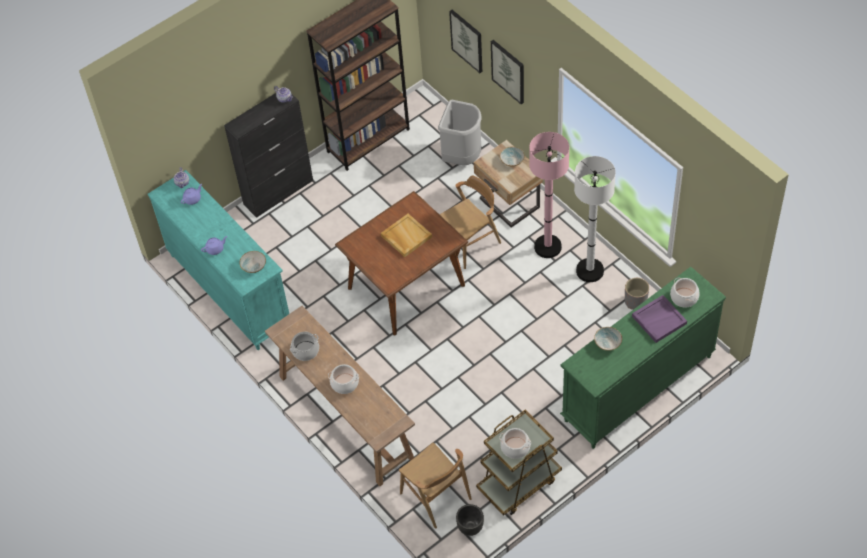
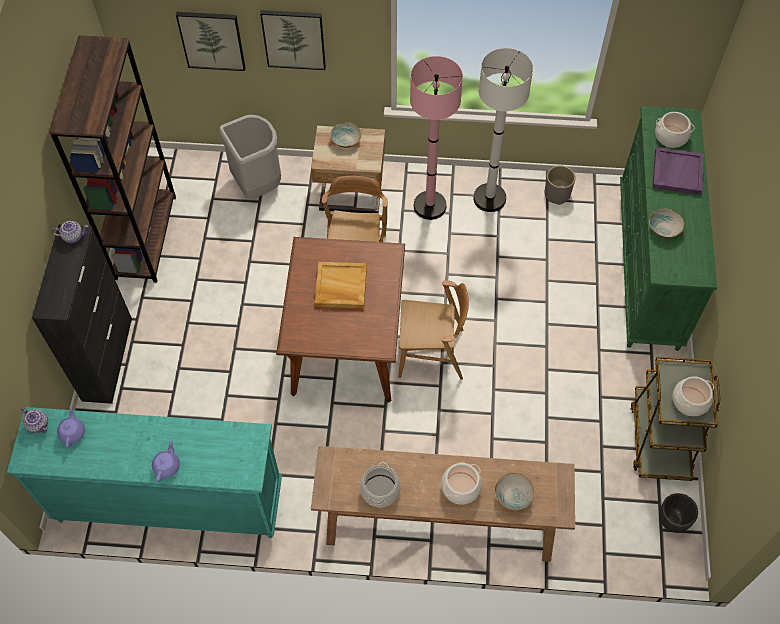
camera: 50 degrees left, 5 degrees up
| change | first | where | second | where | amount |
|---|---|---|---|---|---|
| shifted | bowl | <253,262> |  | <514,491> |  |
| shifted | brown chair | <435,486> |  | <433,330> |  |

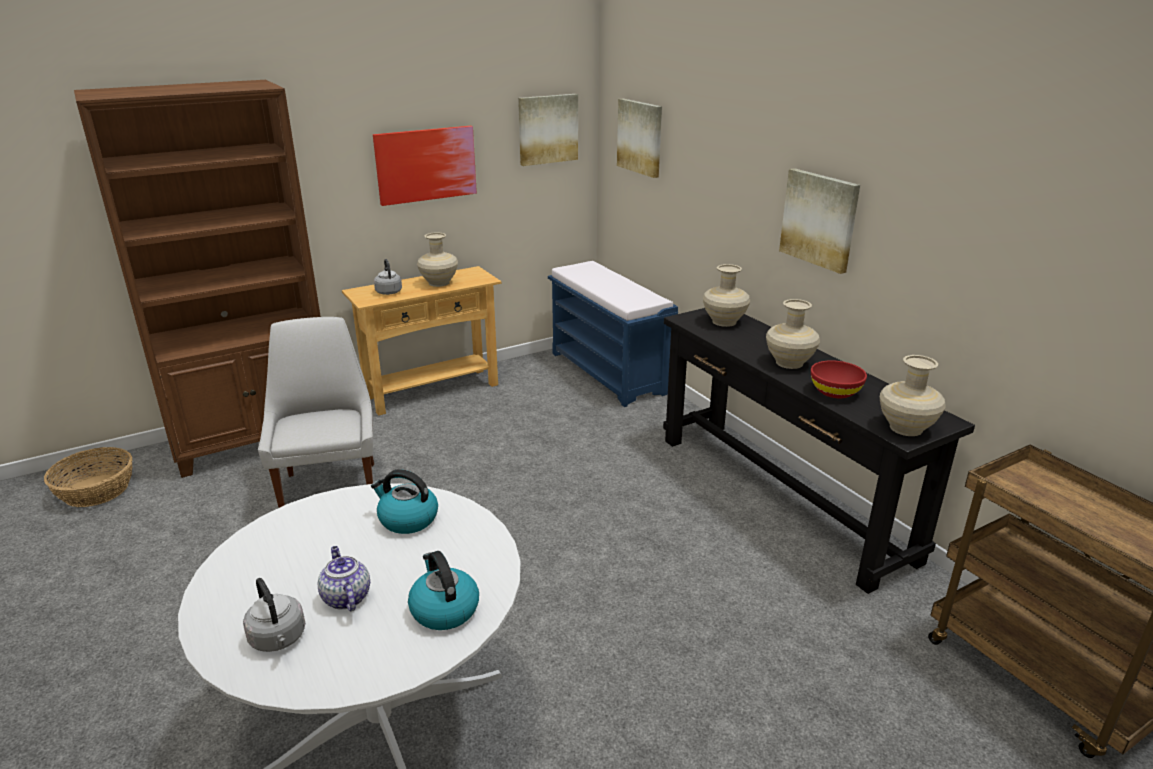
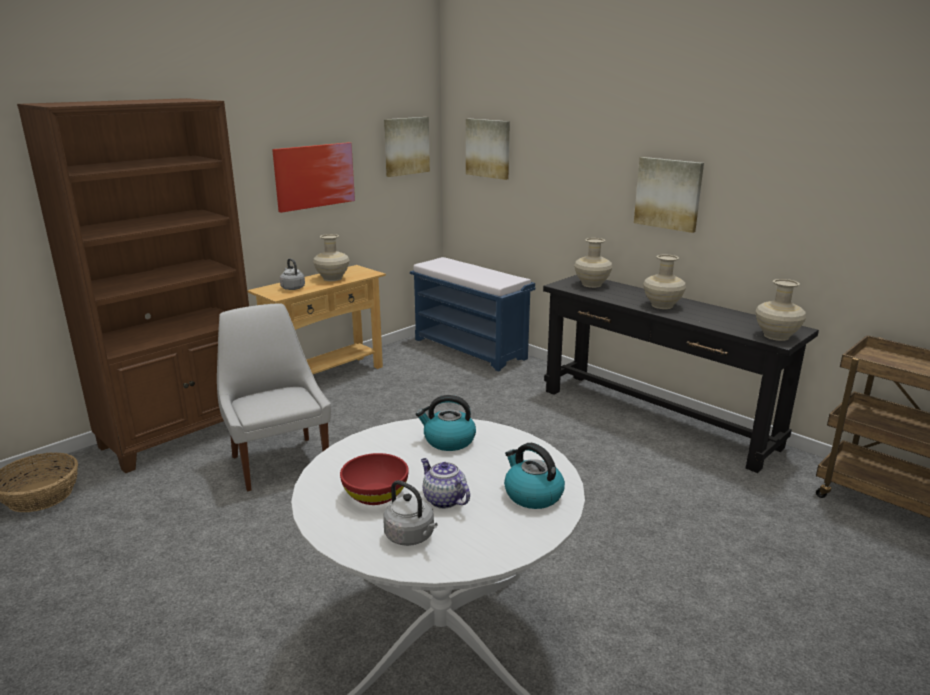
camera: 15 degrees left, 5 degrees down
| change | first | where | second | where | amount |
|---|---|---|---|---|---|
| shifted | red bowl | <839,379> |  | <374,479> |  |

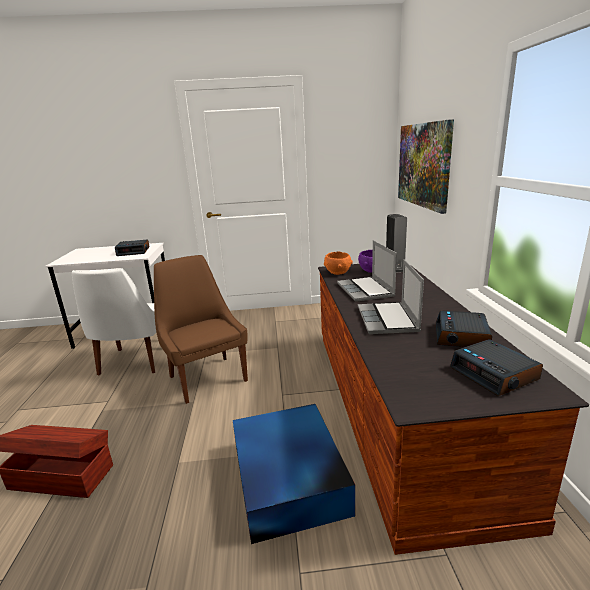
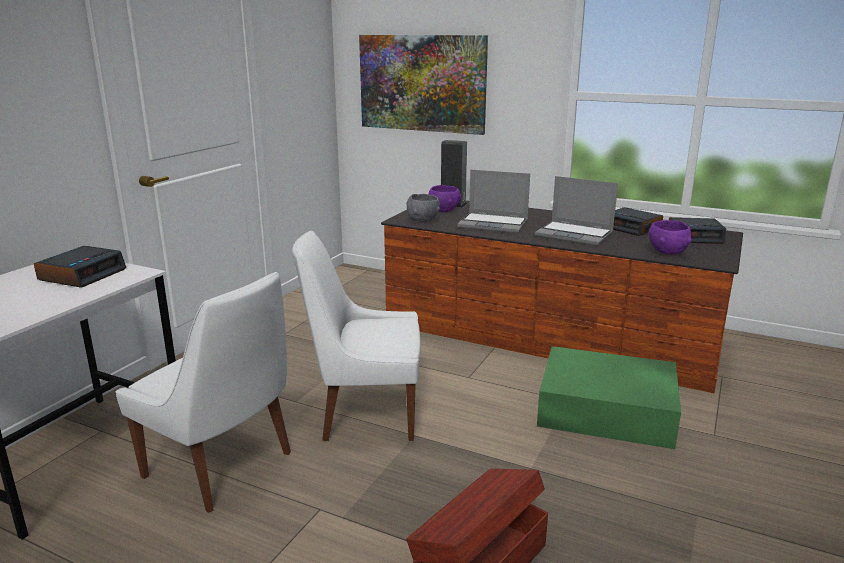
camera: 60 degrees left, 0 degrees up
| change | first | where | second | where | amount |
|---|---|---|---|---|---|
| repainted | orange bowl | <338,263> | grey bowl | <423,208> |  |
| repainted | brown chair | <201,329> | white chair | <356,336> |  |
| repainted | blue storage box | <294,474> | green storage box | <609,397> |  |
| new |  |  | purple bowl | <670,237> |  |

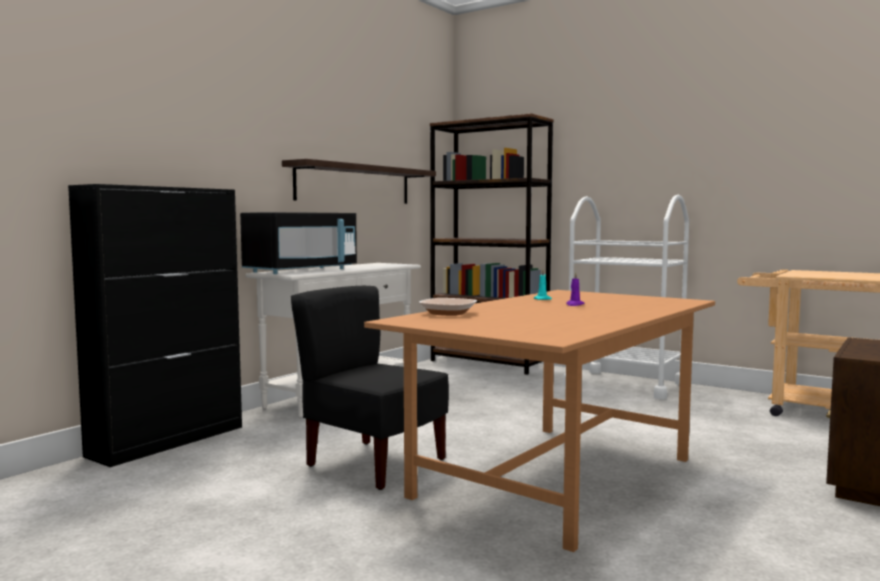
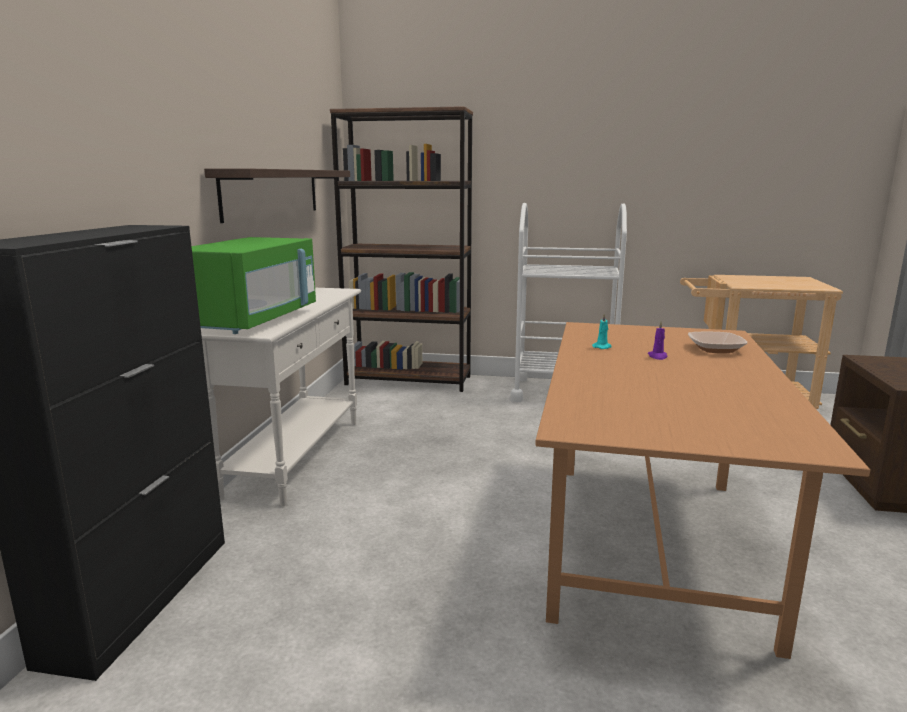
camera: 25 degrees left, 10 degrees up
| change | first | where | second | where | amount |
|---|---|---|---|---|---|
| repainted | black microwave | <298,243> | green microwave | <253,285> |  |
| gone | black chair | <370,388> |  |  |  |
| shifted | bowl | <448,307> |  | <717,342> |  |

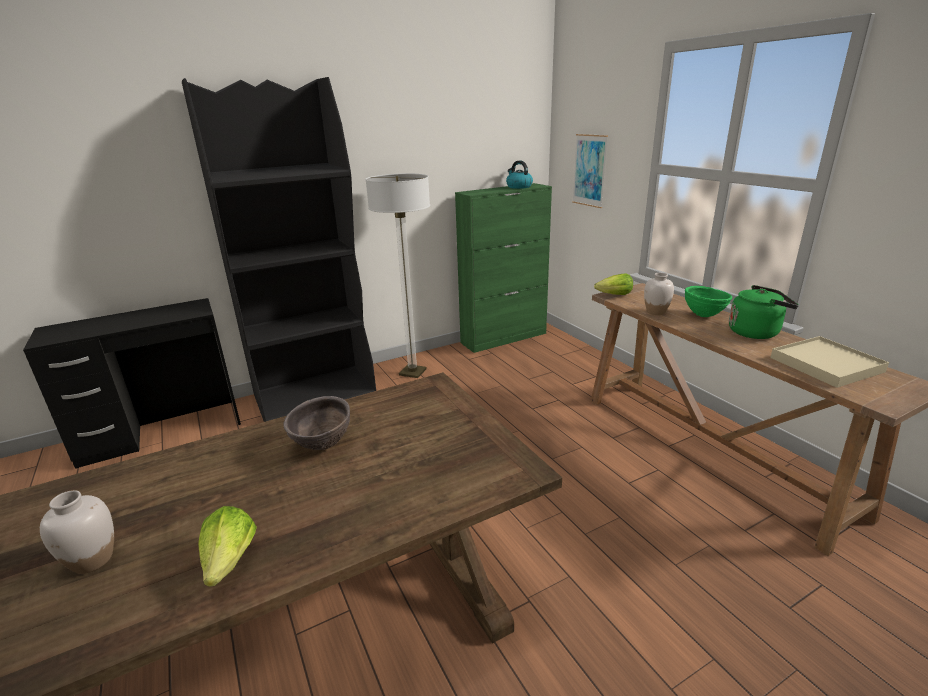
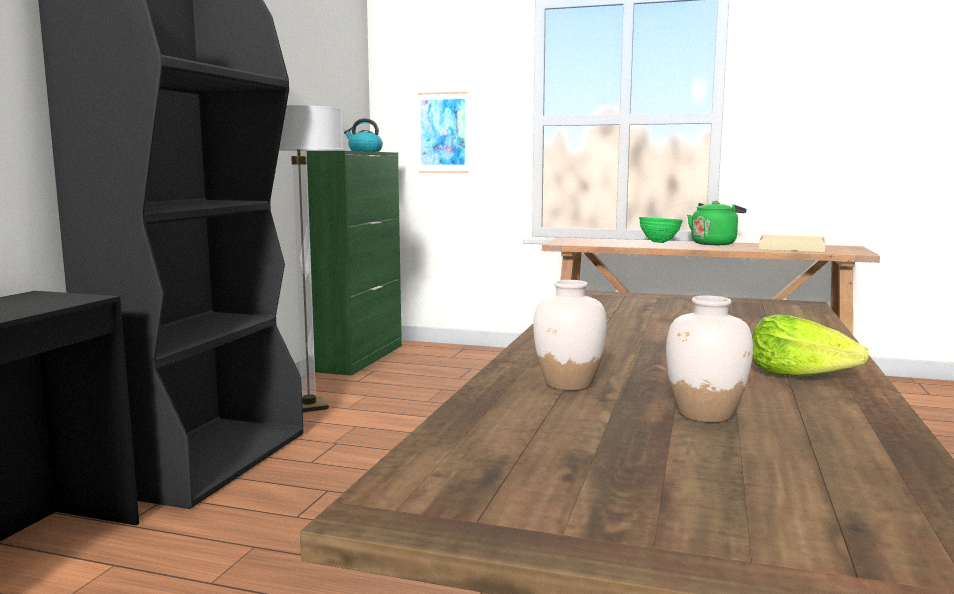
camera: 45 degrees left, 15 degrees down
| change | first | where | second | where | amount |
|---|---|---|---|---|---|
| gone | lettuce | <613,284> |  |  |  |
| shifted | white vase | <659,294> |  | <570,335> |  |
| gone | brown bowl | <316,423> |  |  |  |

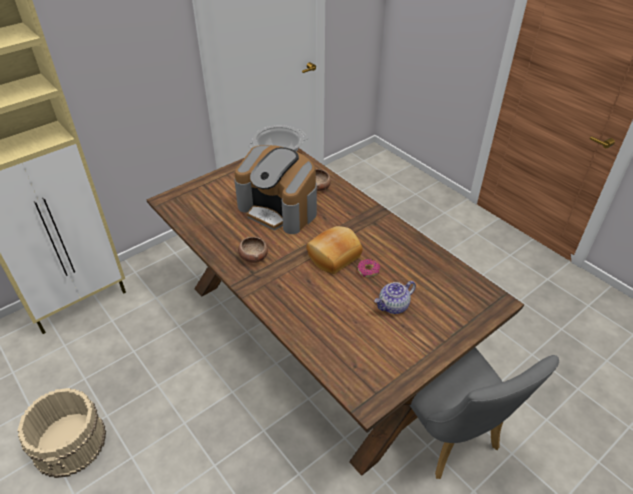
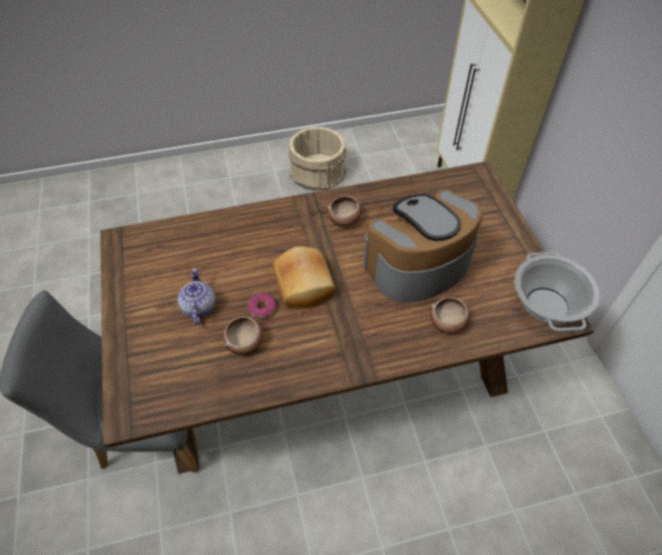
camera: 115 degrees right, 10 degrees up
| change | first | where | second | where | amount |
|---|---|---|---|---|---|
| new |  |  | bowl | <243,335> |  |

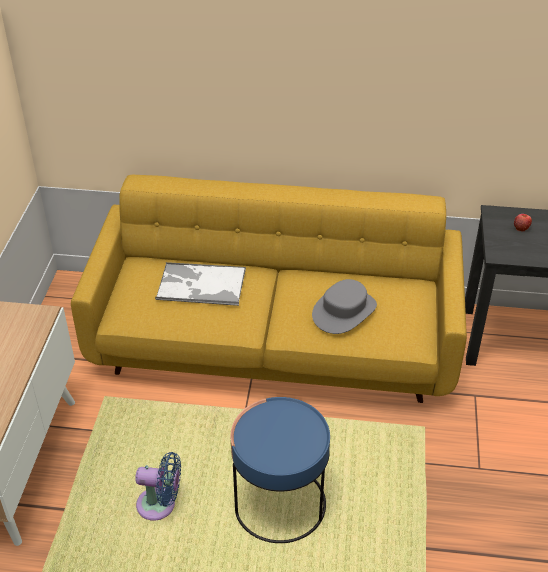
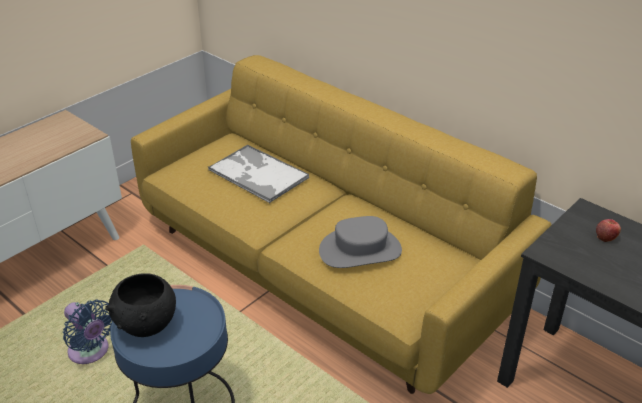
camera: 35 degrees right, 5 degrees down
| change | first | where | second | where | amount |
|---|---|---|---|---|---|
| new |  |  | black bowl | <140,305> |  |

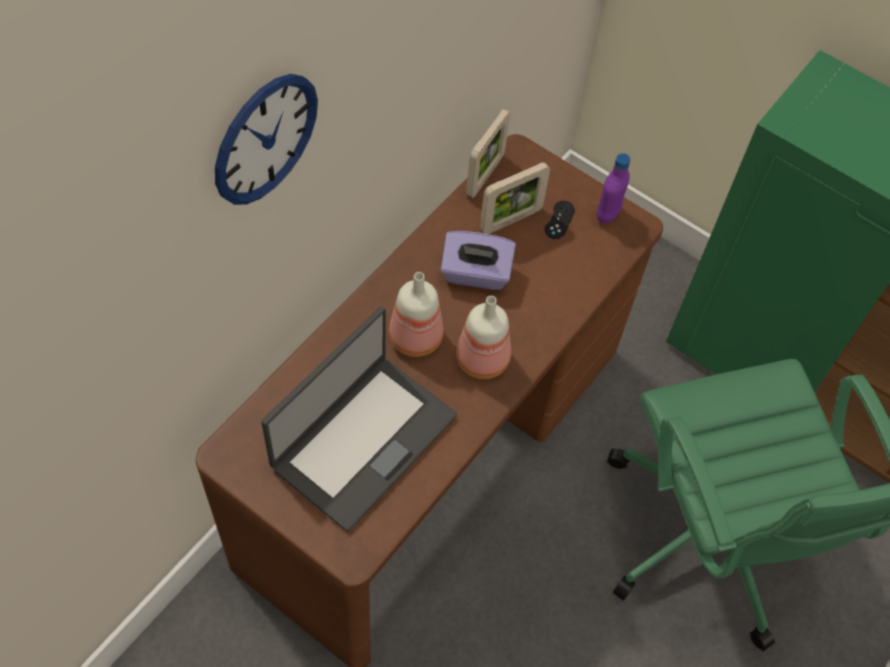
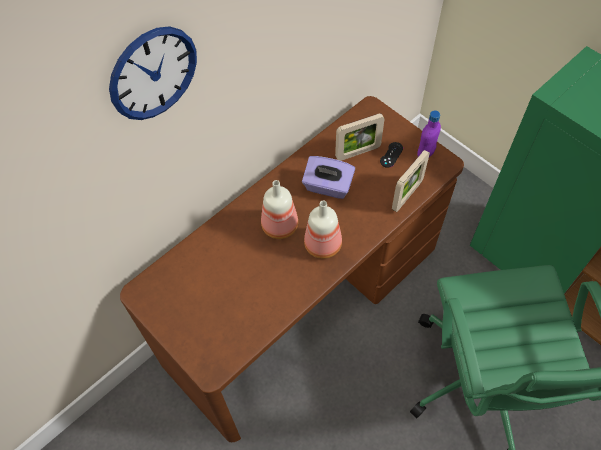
camera: 15 degrees right, 0 degrees up
| change | first | where | second | where | amount |
|---|---|---|---|---|---|
| shifted | picture frame | <488,153> |  | <411,181> |  |
| gone | laptop | <359,419> |  |  |  |

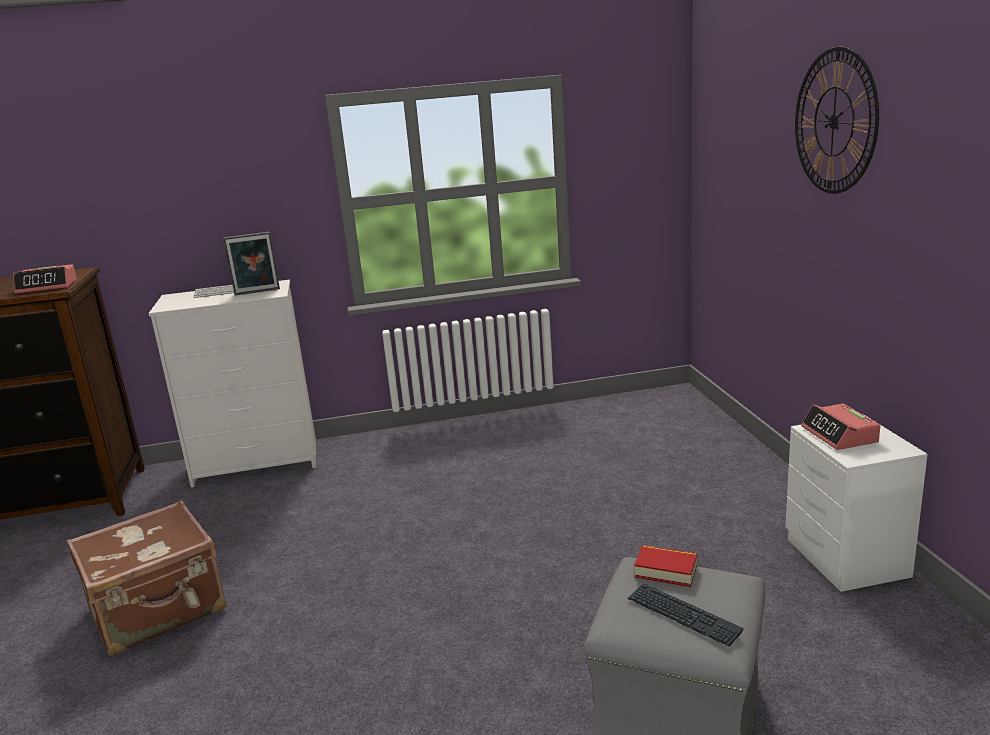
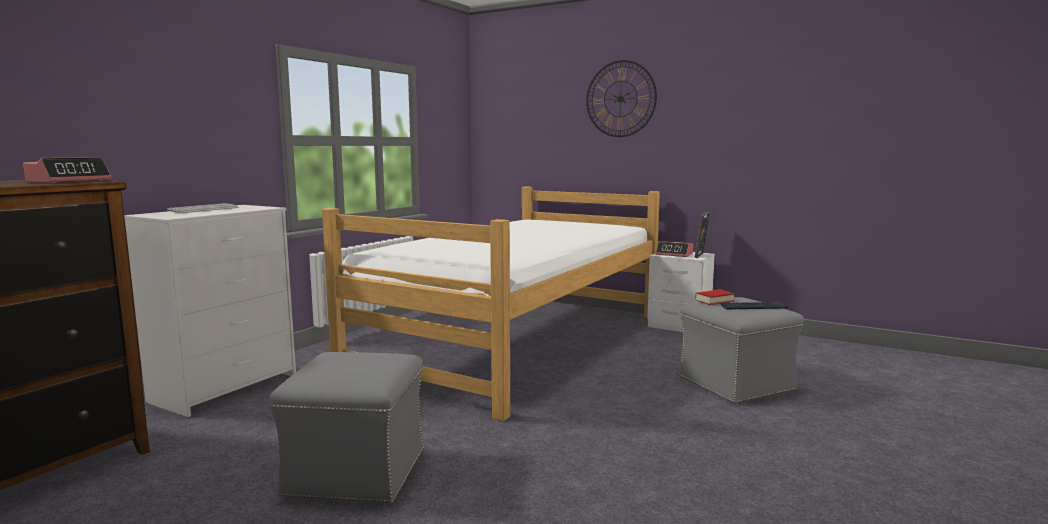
camera: 50 degrees left, 10 degrees down
| change | first | where | second | where | amount |
|---|---|---|---|---|---|
| shifted | picture frame | <251,263> |  | <702,235> |  |
| swapped | brown suitcase | <146,578> | grey ottoman | <346,428> |  |
| new |  |  | bed | <491,303> |  |

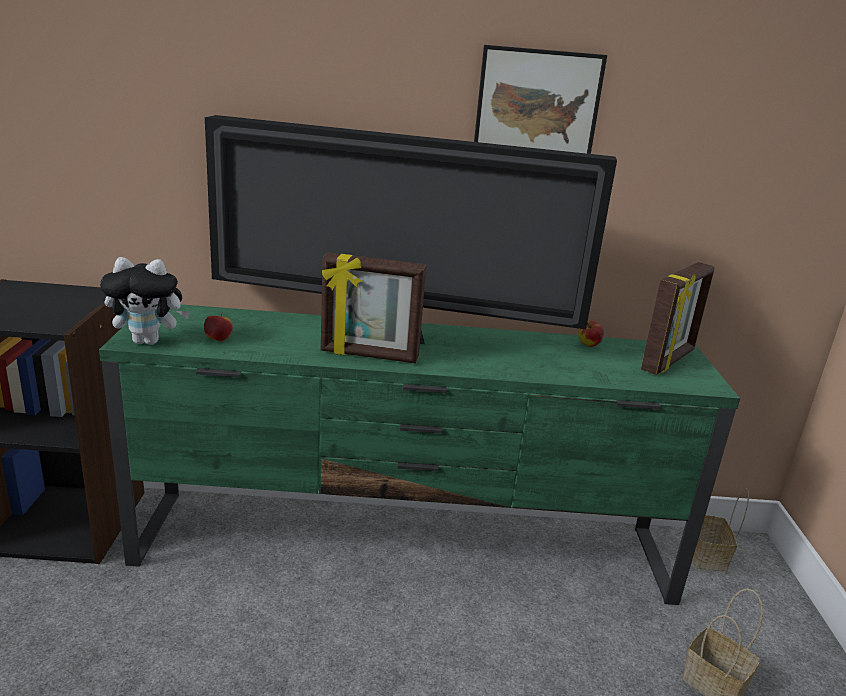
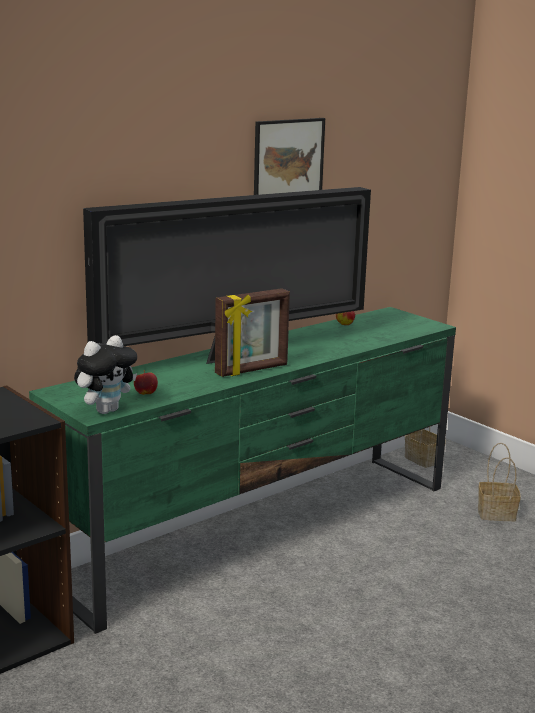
camera: 40 degrees left, 5 degrees down
| change | first | where | second | where | amount |
|---|---|---|---|---|---|
| gone | picture frame | <678,318> |  |  |  |

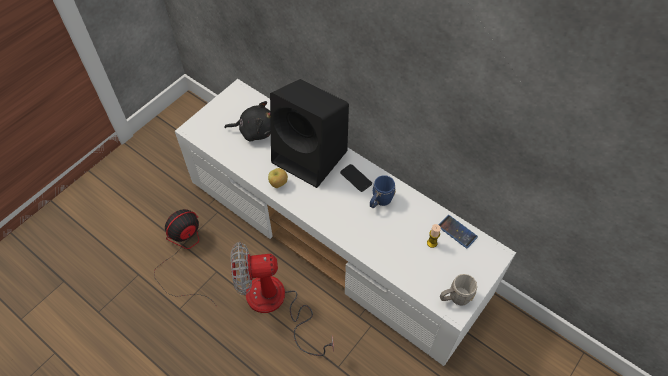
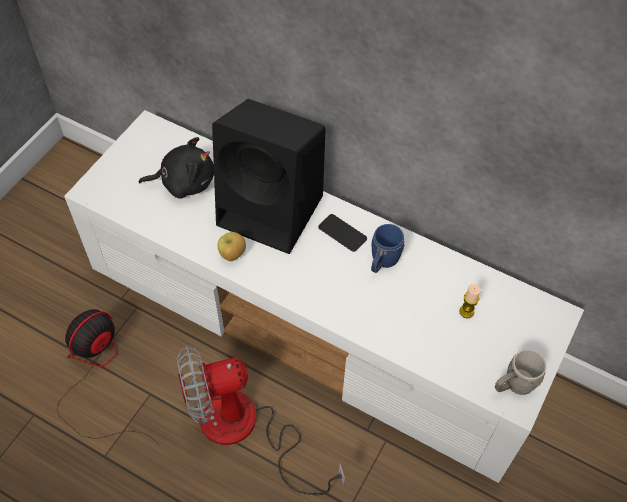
camera: 10 degrees left, 0 degrees up
| change | first | where | second | where | amount |
|---|---|---|---|---|---|
| gone | phone | <458,231> |  |  |  |

